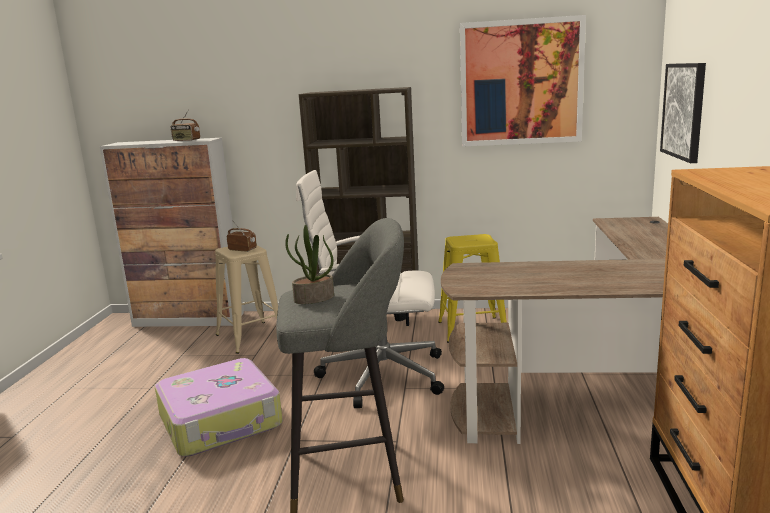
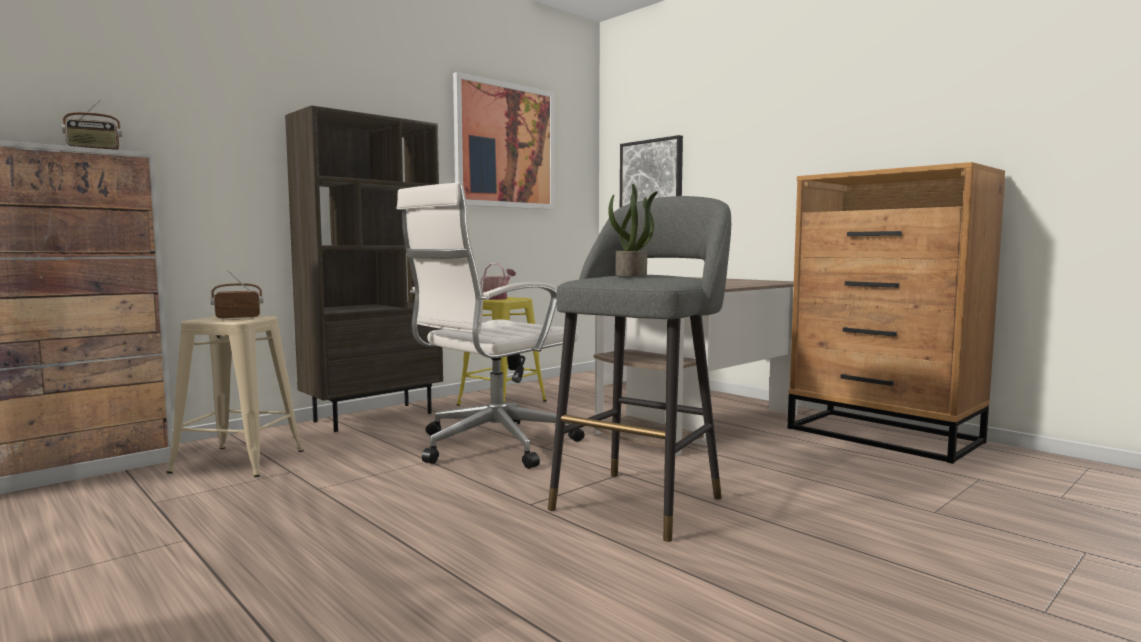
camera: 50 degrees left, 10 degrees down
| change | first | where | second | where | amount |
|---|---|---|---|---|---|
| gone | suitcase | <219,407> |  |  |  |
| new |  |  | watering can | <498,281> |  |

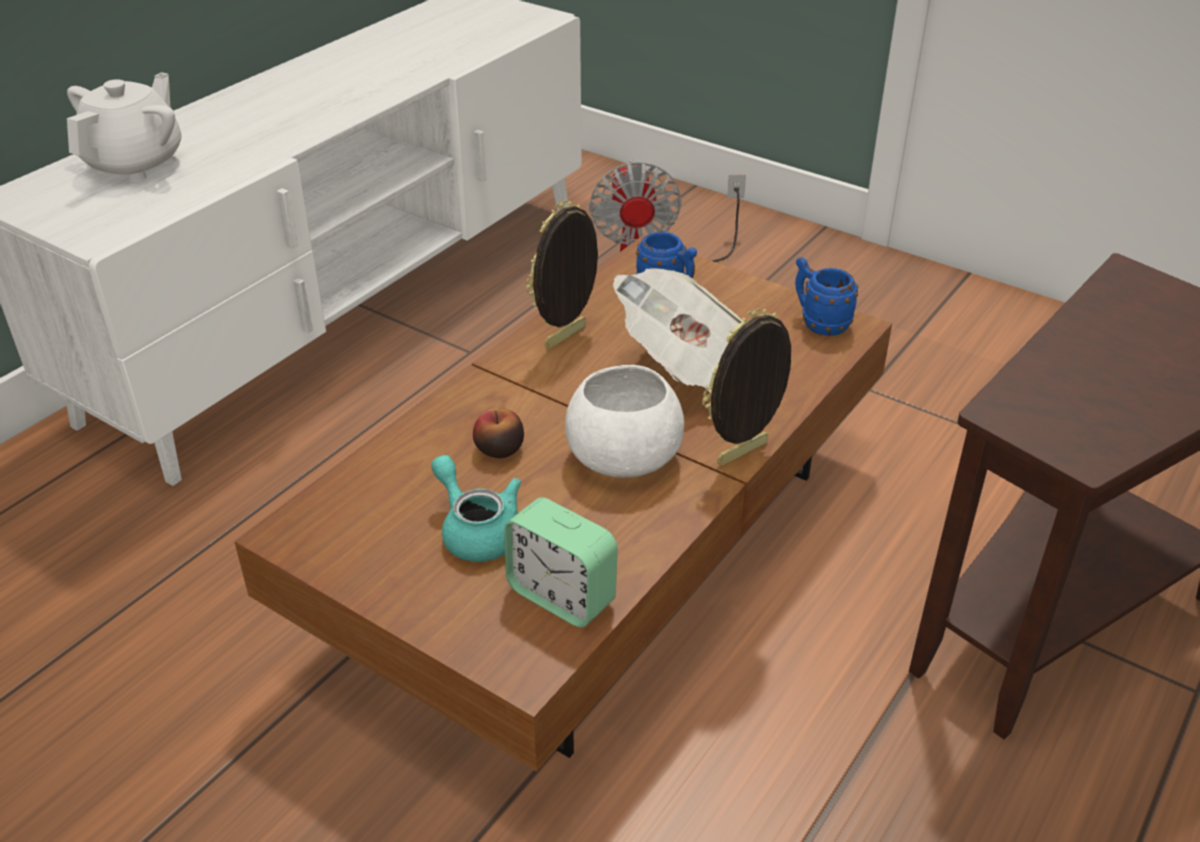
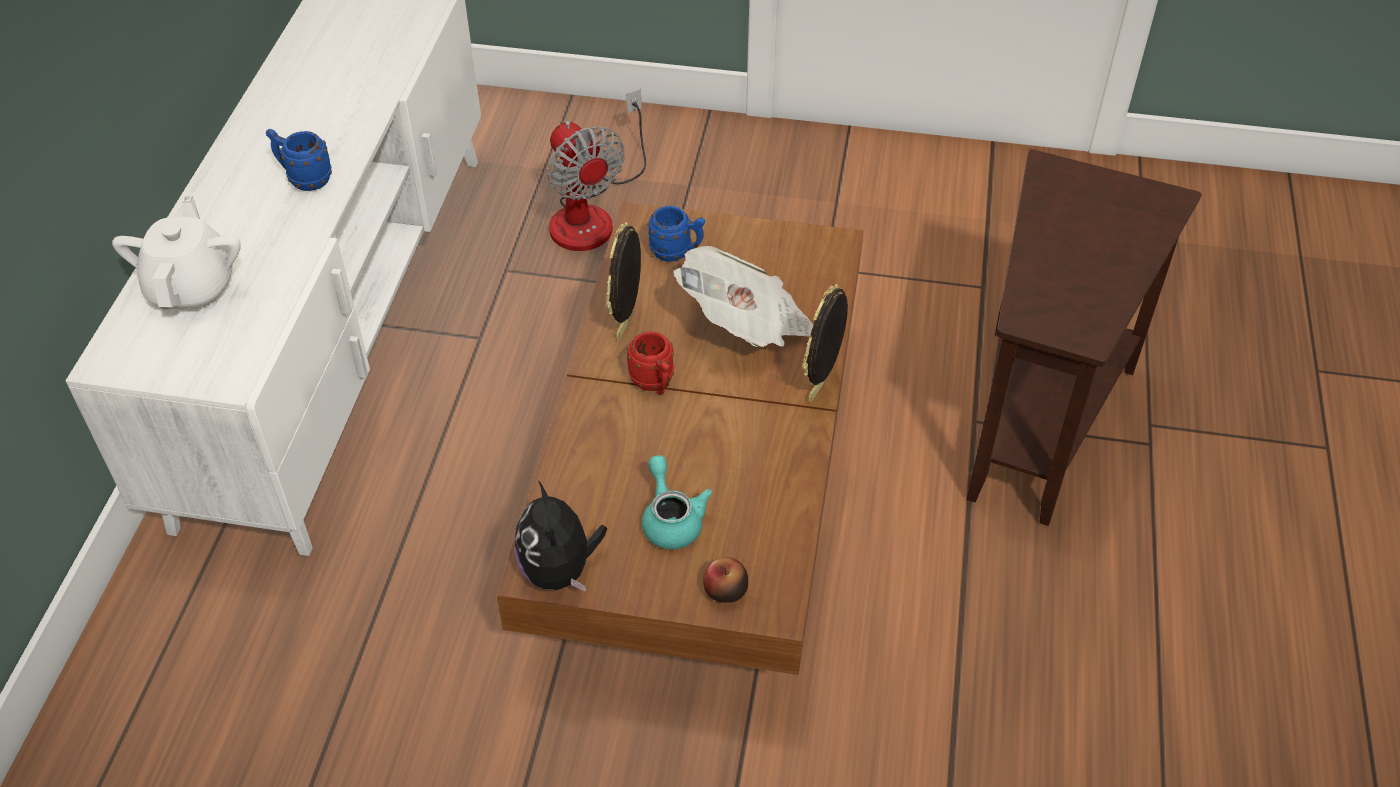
camera: 25 degrees left, 10 degrees up
| change | first | where | second | where | amount |
|---|---|---|---|---|---|
| shifted | blue mug | <826,296> |  | <299,160> |  |
| gone | white bowl | <624,421> |  |  |  |
| shifted | apple | <498,433> |  | <725,580> |  |
| rotated | turquoise teapot | <476,508> |  | <677,502> | 45 degrees clockwise |
| gone | alarm clock | <561,562> |  |  |  |
| new |  |  | red mug | <650,363> |  |
| new |  |  | plush toy | <561,536> |  |

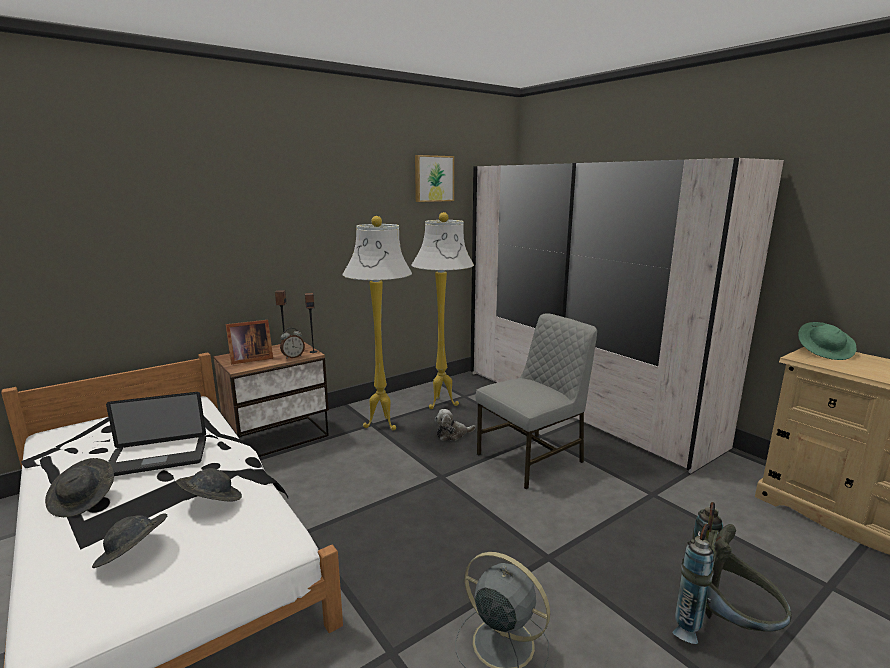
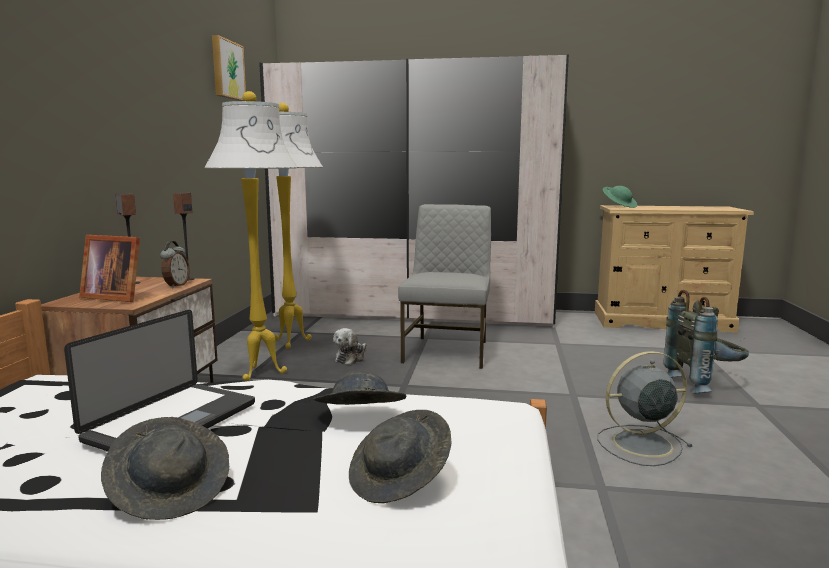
camera: 45 degrees left, 5 degrees down
| change | first | where | second | where | amount |
|---|---|---|---|---|---|
| rotated | picture frame | <249,342> |  | <109,268> | 90 degrees clockwise |

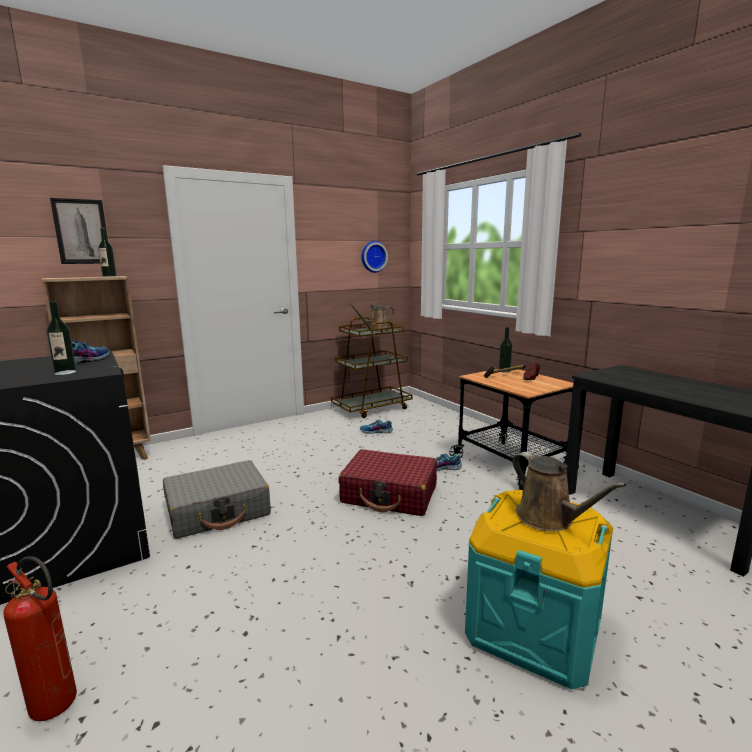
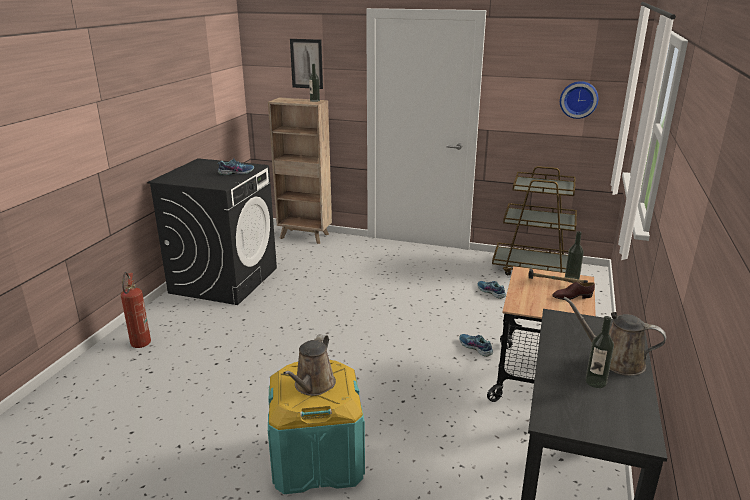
camera: 50 degrees right, 10 degrees up
| change | first | where | second | where | amount |
|---|---|---|---|---|---|
| shifted | bottle | <61,338> |  | <599,352> |  |
| shifted | brown watering can | <371,317> |  | <614,336> |  |
| gone | red suitcase | <387,482> |  |  |  |
| gone | grey suitcase | <217,499> |  |  |  |

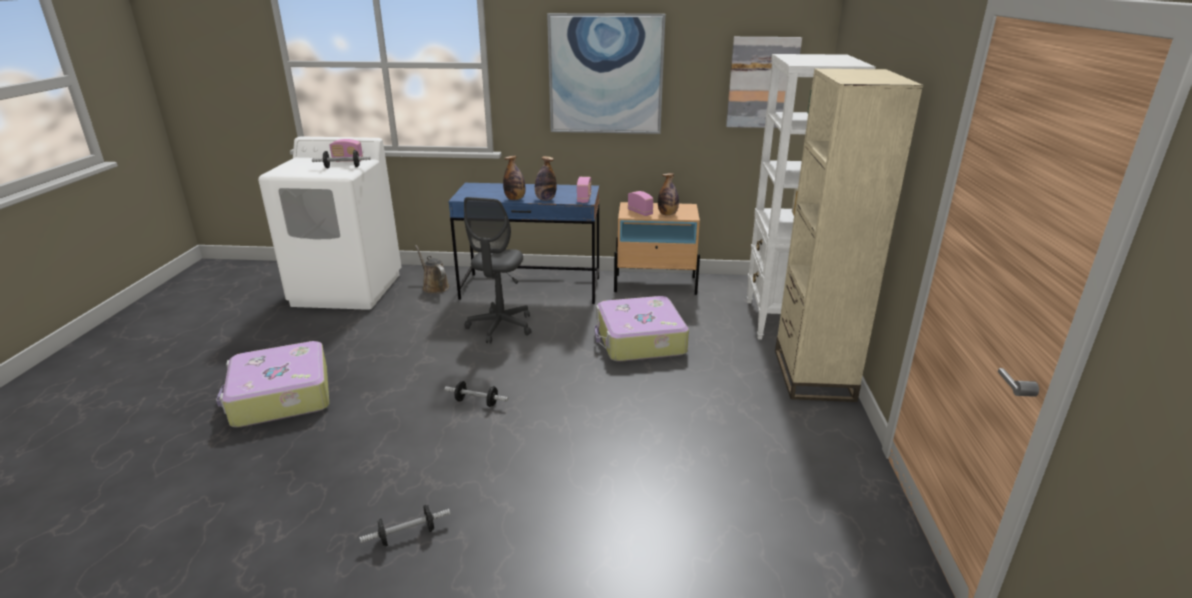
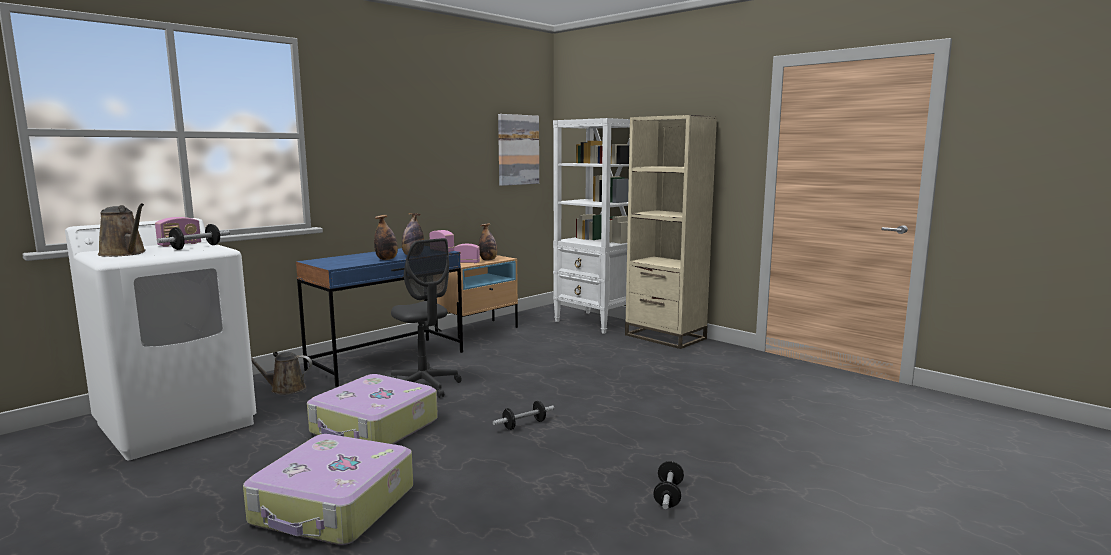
camera: 50 degrees left, 15 degrees down
| change | first | where | second | where | amount |
|---|---|---|---|---|---|
| gone | picture | <606,73> |  |  |  |
| shifted | suitcase | <641,329> |  | <372,409> |  |
| new |  |  | brown watering can | <122,230> |  |

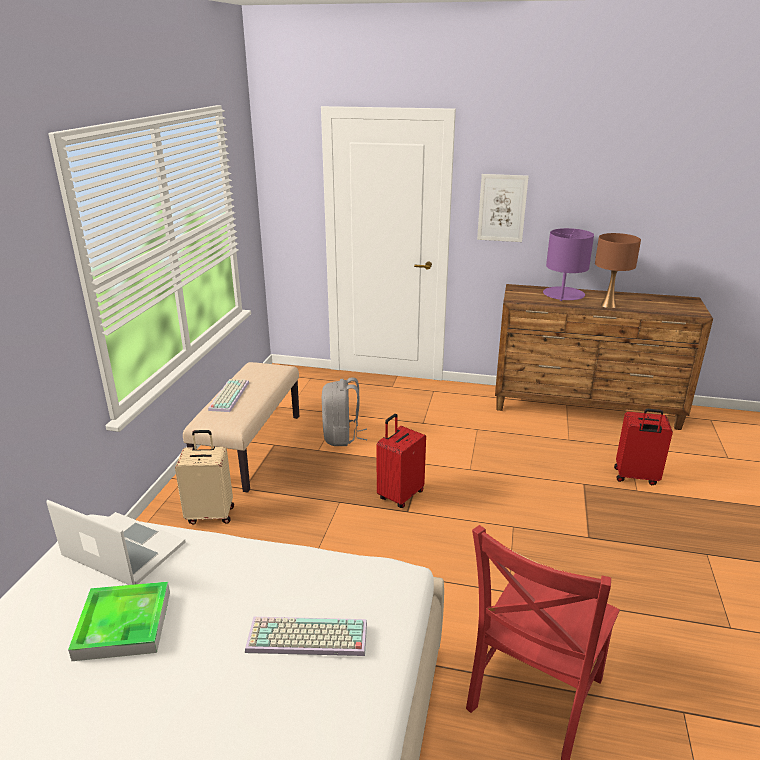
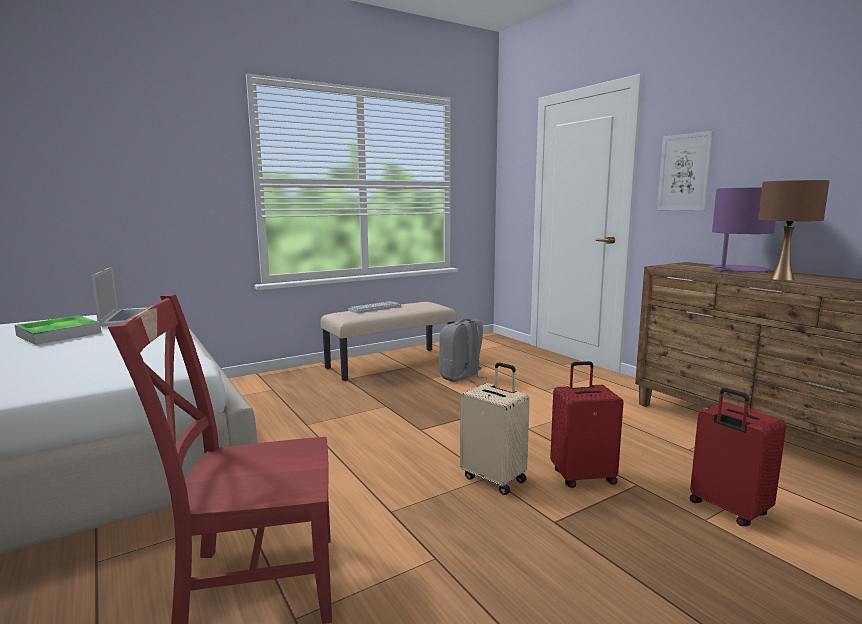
camera: 45 degrees right, 15 degrees down
| change | first | where | second | where | amount |
|---|---|---|---|---|---|
| shifted | red suitcase | <401,461> |  | <587,424> |  |
| shifted | beige suitcase | <204,477> |  | <495,428> |  |
| gone | keyboard | <306,636> |  |  |  |

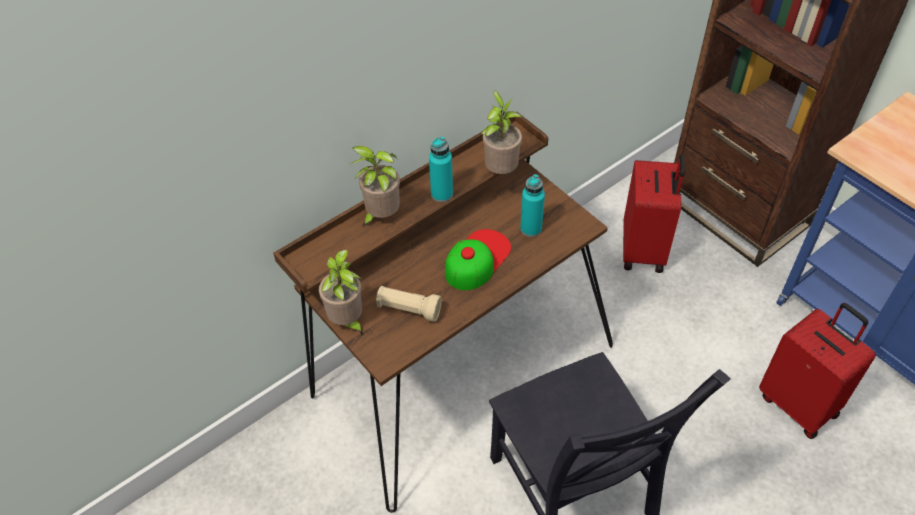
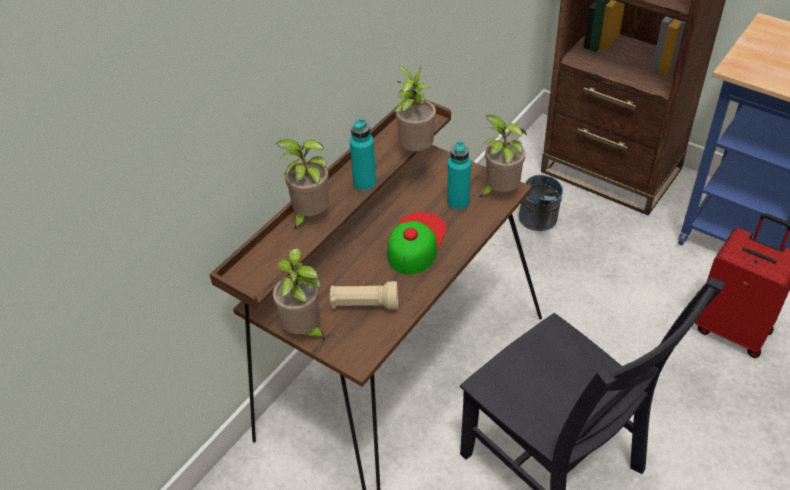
camera: 15 degrees left, 5 degrees down
| change | first | where | second | where | amount |
|---|---|---|---|---|---|
| swapped | red suitcase | <654,213> | grey bucket | <540,203> |  |
| new |  |  | potted plant | <503,156> |  |

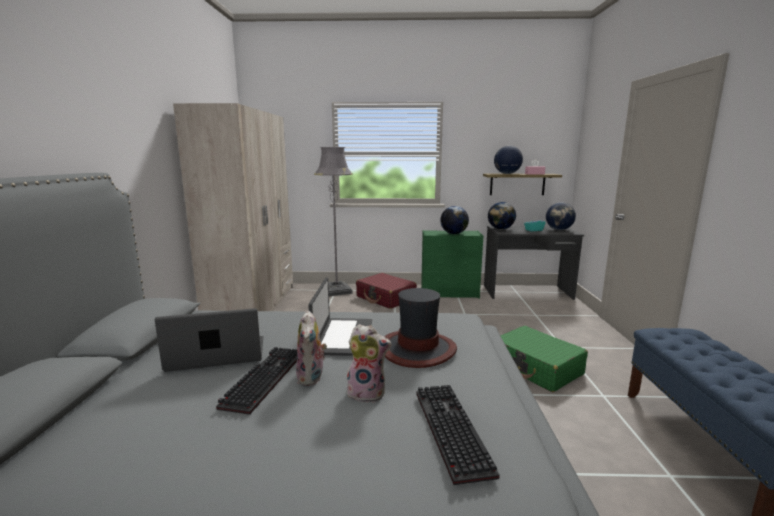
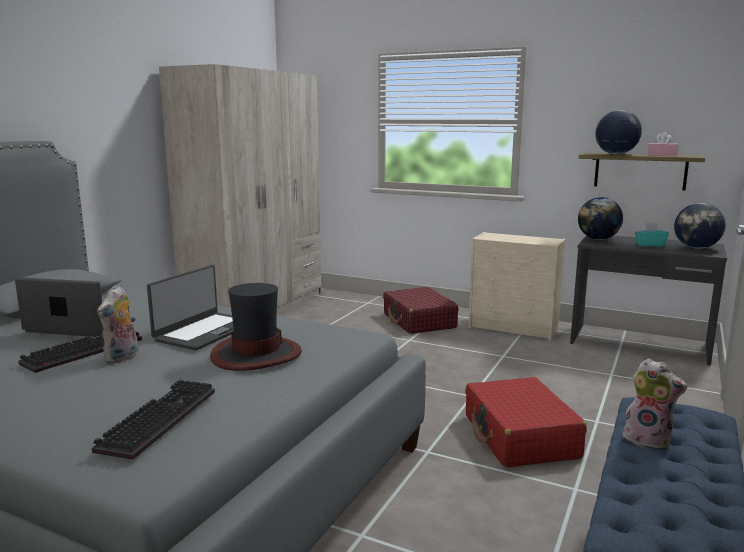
camera: 25 degrees right, 0 degrees up
| change | first | where | second | where | amount |
|---|---|---|---|---|---|
| gone | grey floor lamp | <333,221> |  |  |  |
| gone | globe | <454,220> |  |  |  |
| repainted | green dresser | <452,264> | beige dresser | <517,286> |  |
| shifted | plush toy | <369,363> |  | <655,404> |  |
| repainted | green suitcase | <544,359> | red suitcase | <526,422> |  |

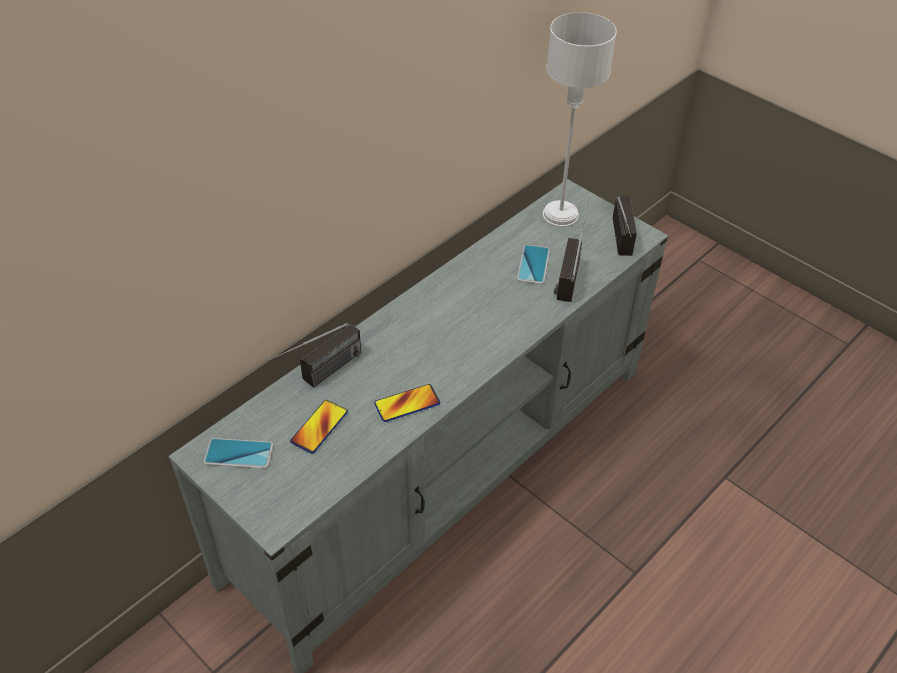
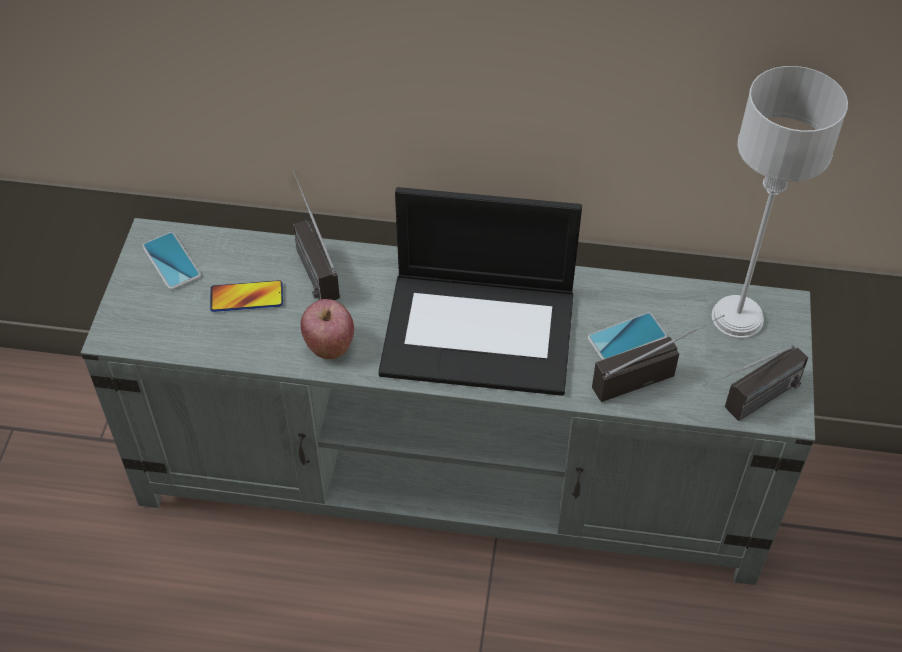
camera: 55 degrees right, 5 degrees up
| change | first | where | second | where | amount |
|---|---|---|---|---|---|
| rotated | radio | <314,355> |  | <316,234> | 60 degrees clockwise |
| swapped | phone | <407,403> | apple | <327,329> |  |
| new |  |  | laptop | <480,291> |  |

